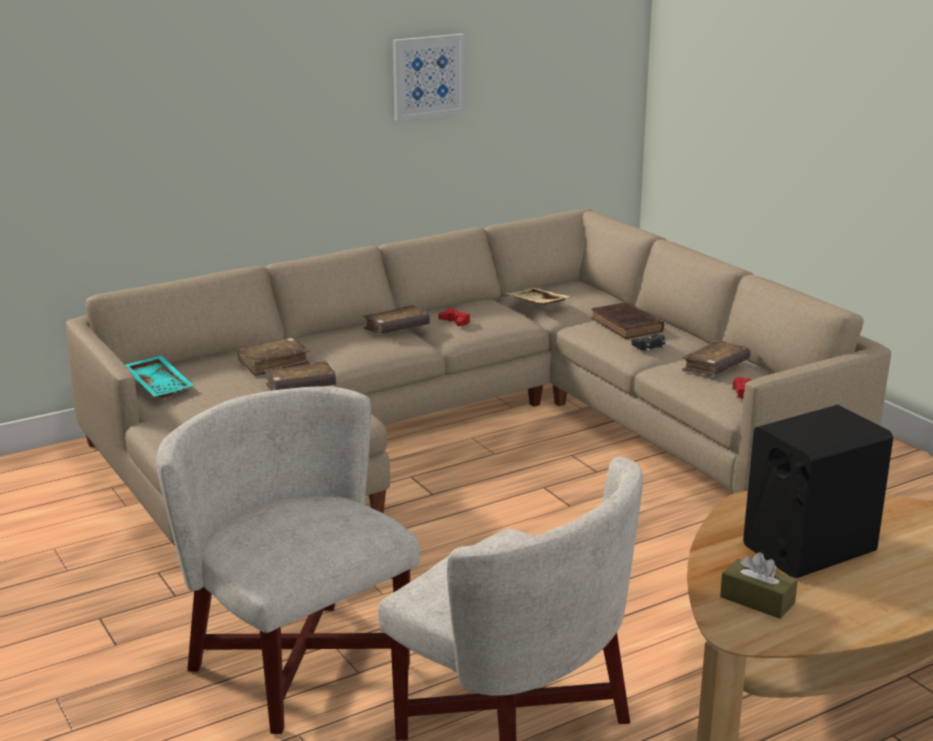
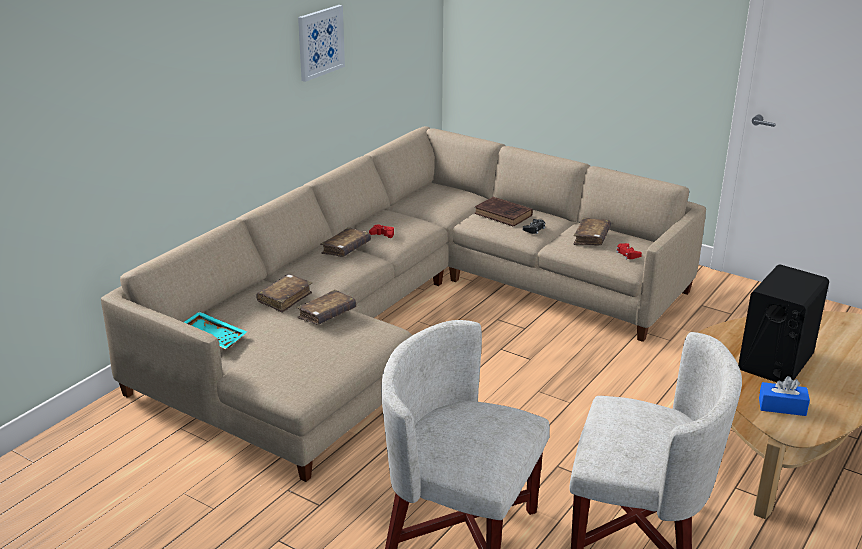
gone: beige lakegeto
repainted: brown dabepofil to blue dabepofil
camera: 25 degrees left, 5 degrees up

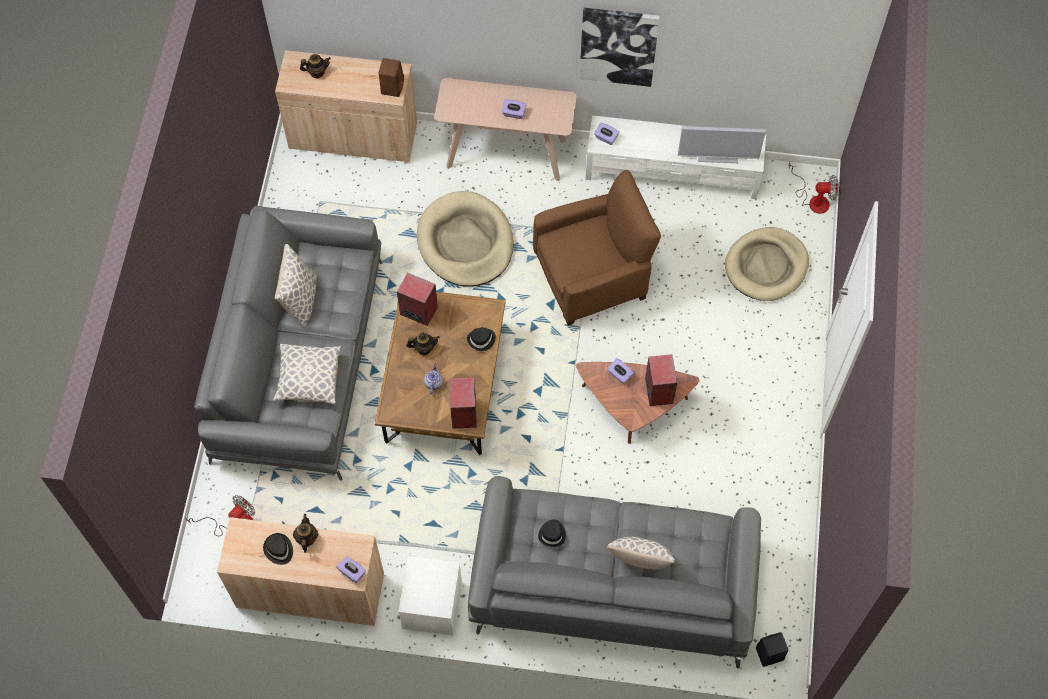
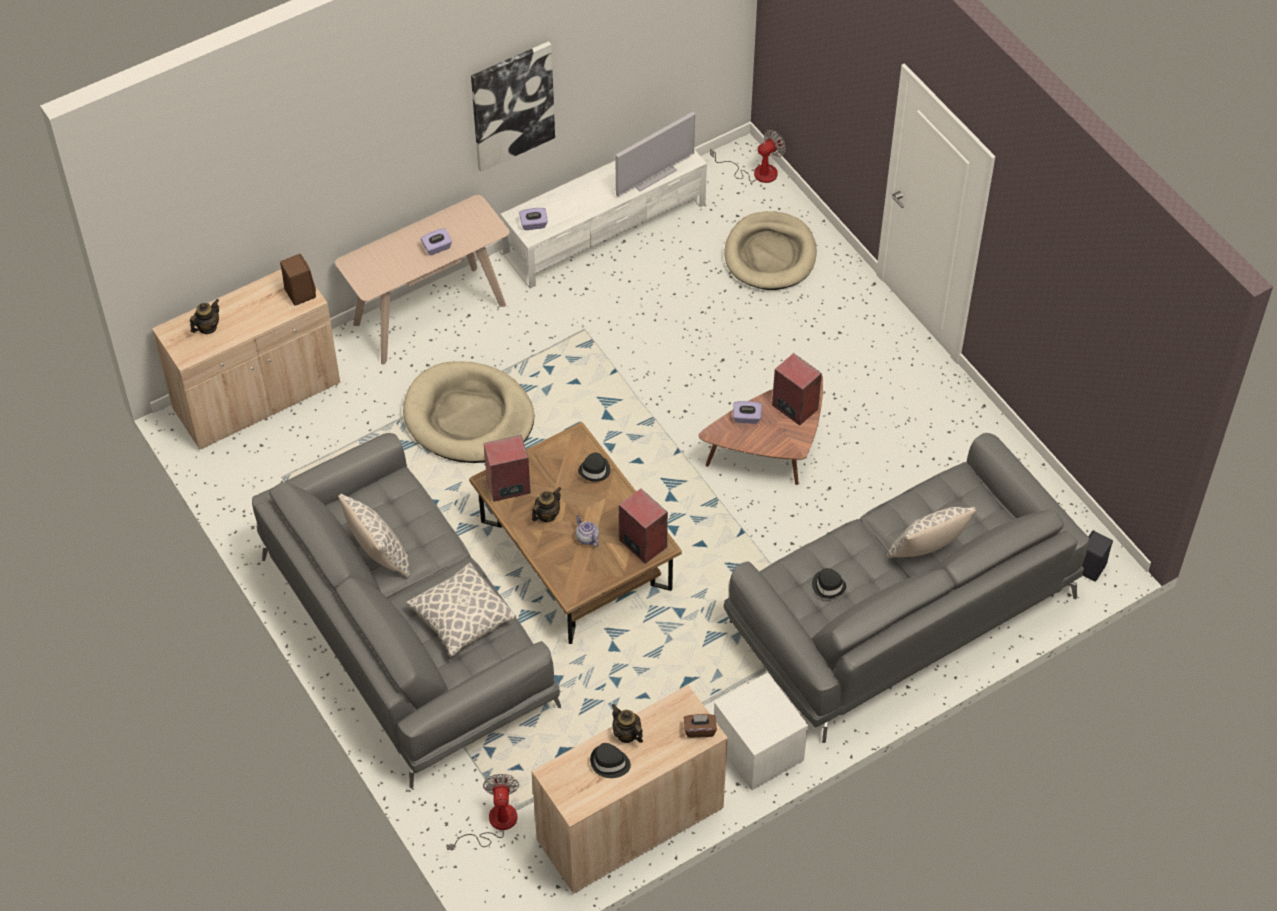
gone: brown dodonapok
repainted: purple dabepofil (no. 1 from left) to brown dabepofil
camera: 40 degrees left, 10 degrees down

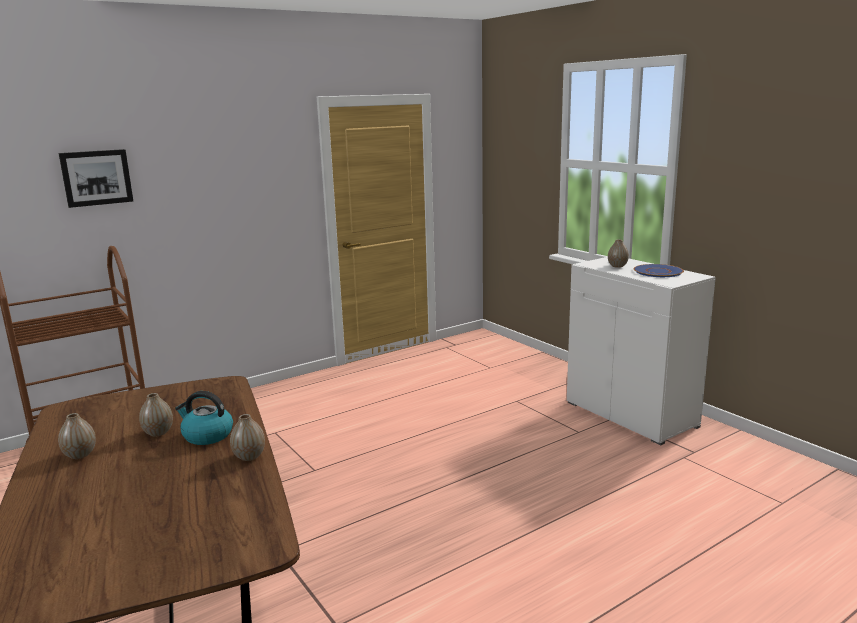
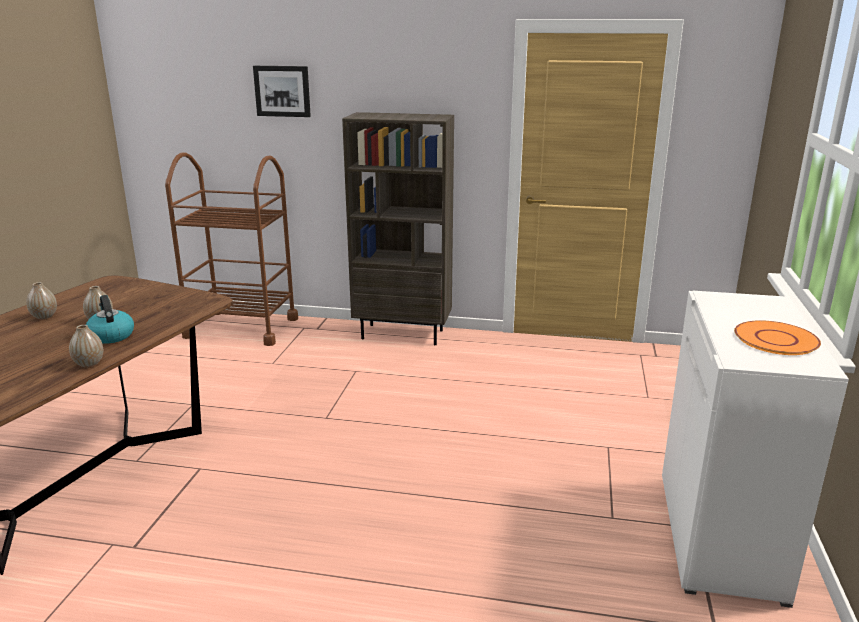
gone: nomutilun (no. 4 from left)
new: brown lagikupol
repainted: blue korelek to orange korelek
camera: 45 degrees right, 5 degrees up

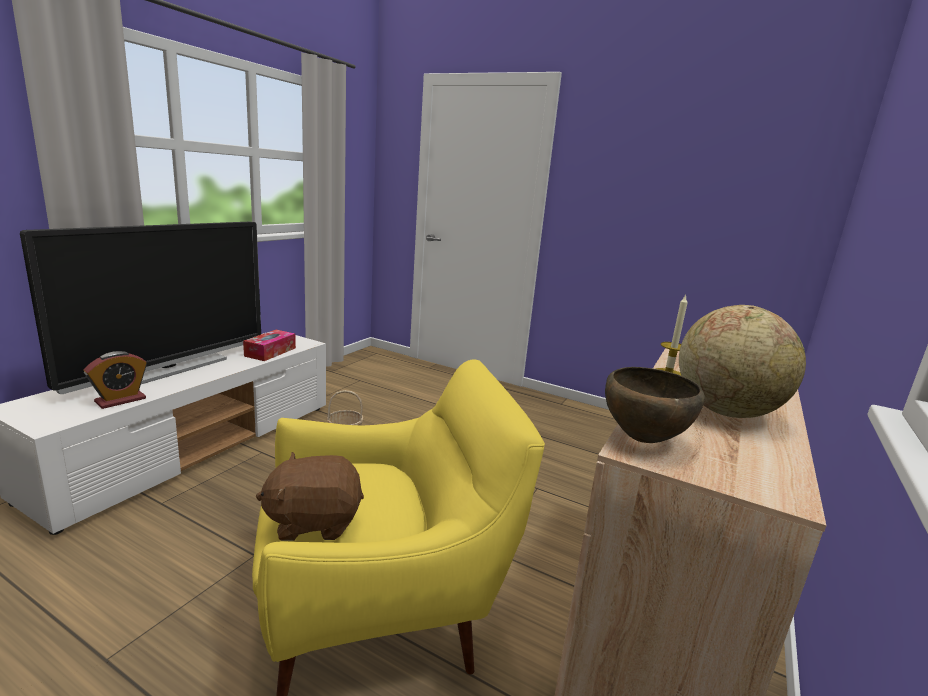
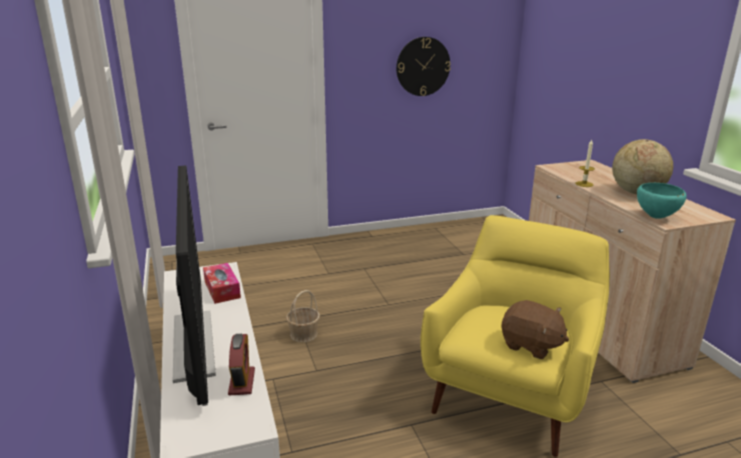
new: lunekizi
repainted: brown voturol to turquoise voturol
rotated: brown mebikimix 90 degrees counterclockwise
camera: 45 degrees left, 5 degrees up

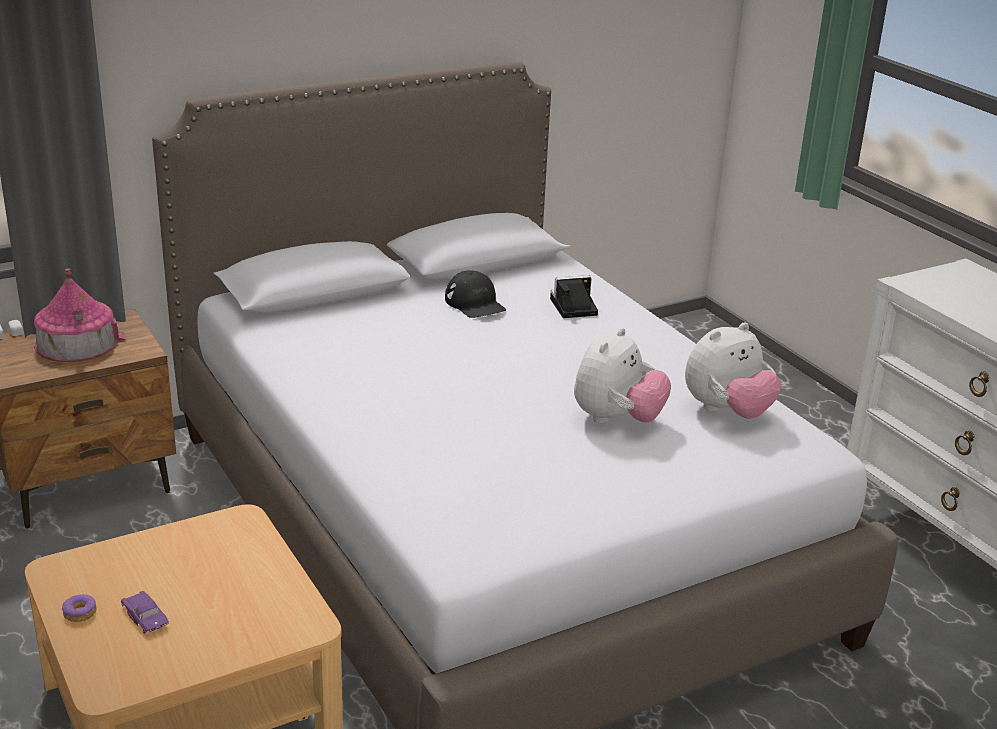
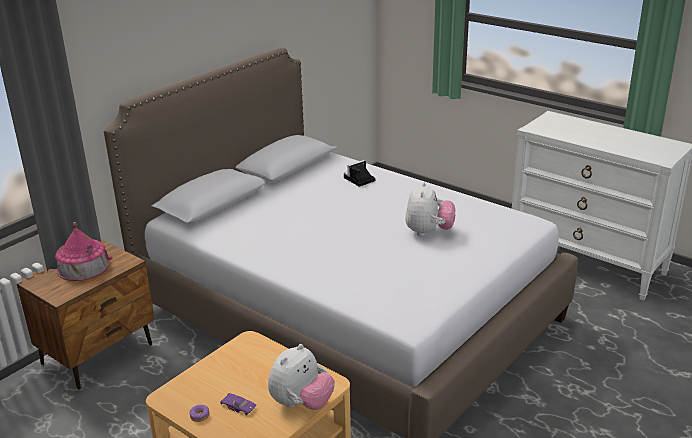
gone: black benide
shifted: mebikimix (no. 2 from left in the first image) to mebikimix (no. 1 from left)
camera: 20 degrees left, 0 degrees up

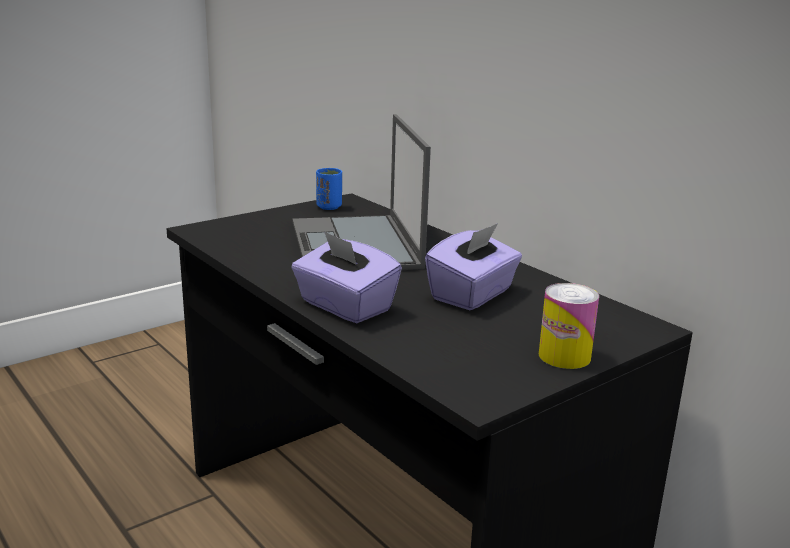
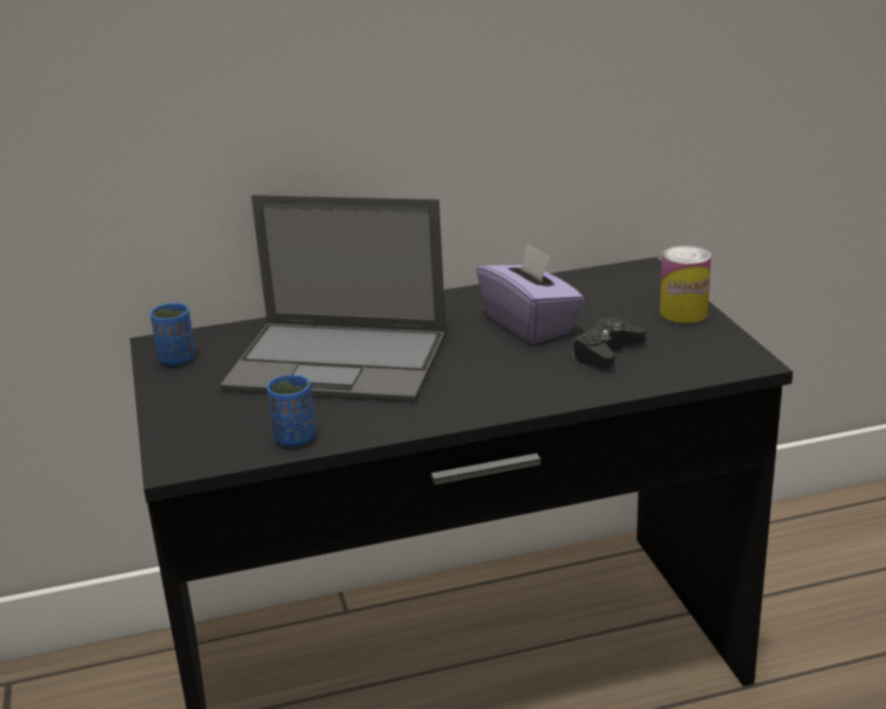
gone: purple dabepofil (no. 1 from left)
new: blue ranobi (no. 2 from left); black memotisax
camera: 65 degrees left, 5 degrees up

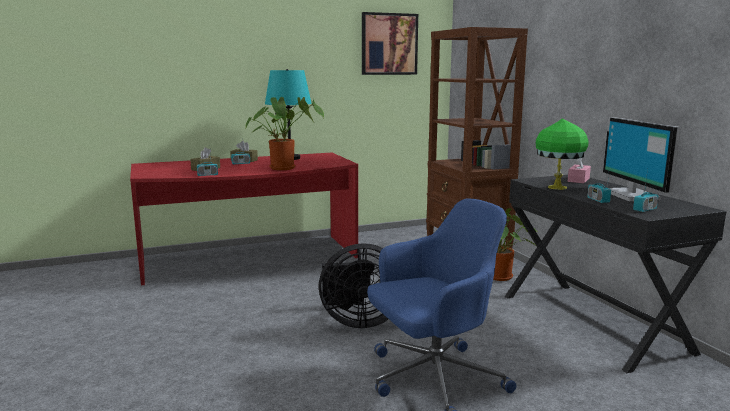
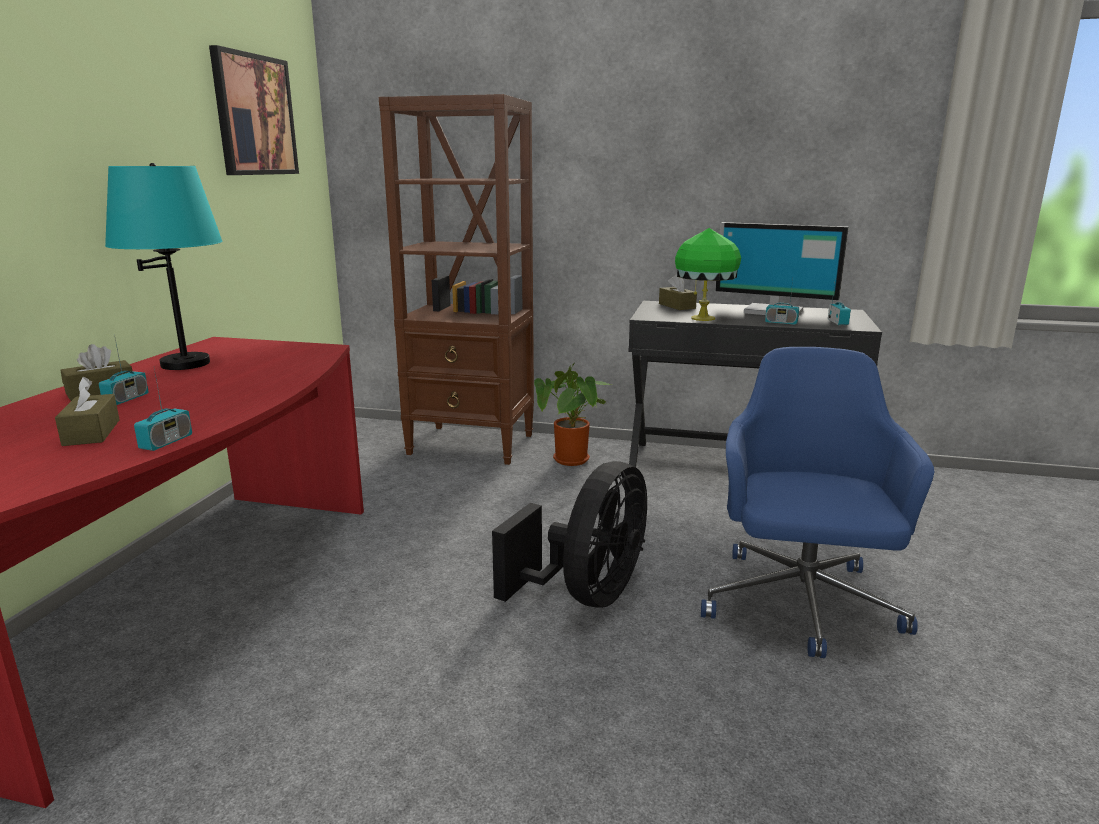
gone: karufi (no. 1 from left)
repainted: pink dabepofil to brown dabepofil (no. 3 from left)
camera: 55 degrees left, 5 degrees up

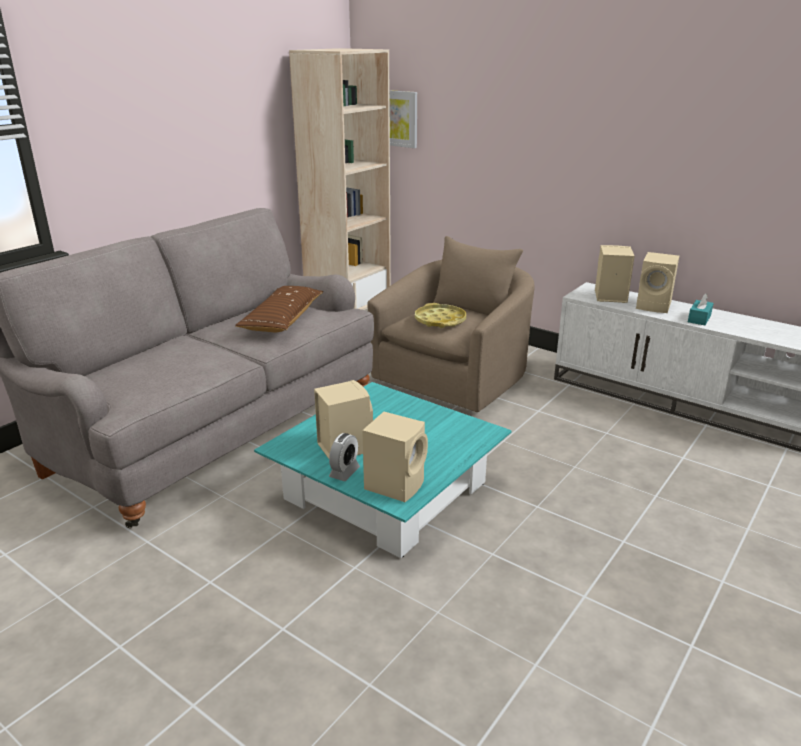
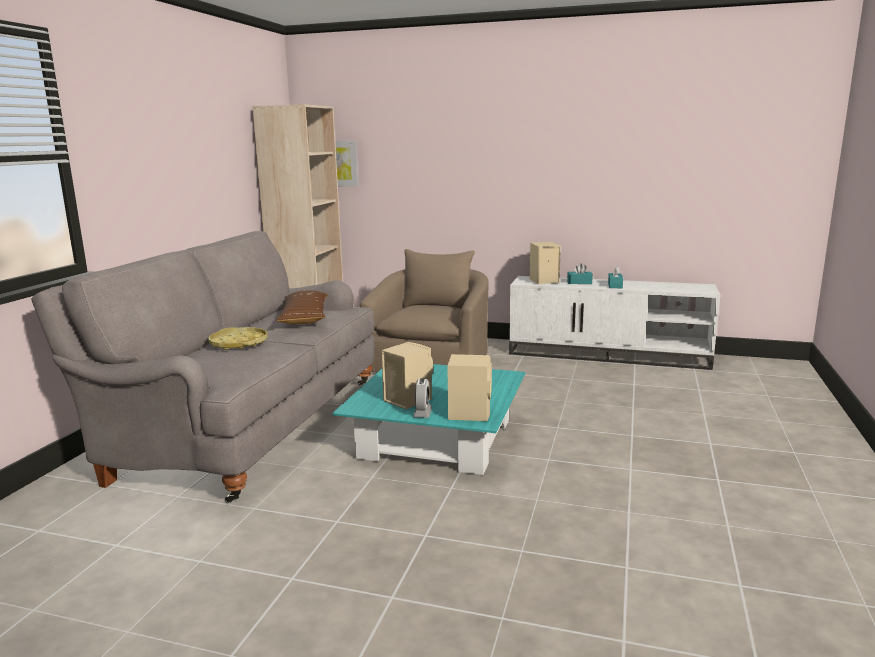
shifted: yellow lakegeto
swapped: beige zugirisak (no. 4 from left) to turquoise dabepofil (no. 1 from left)
camera: 20 degrees left, 10 degrees down

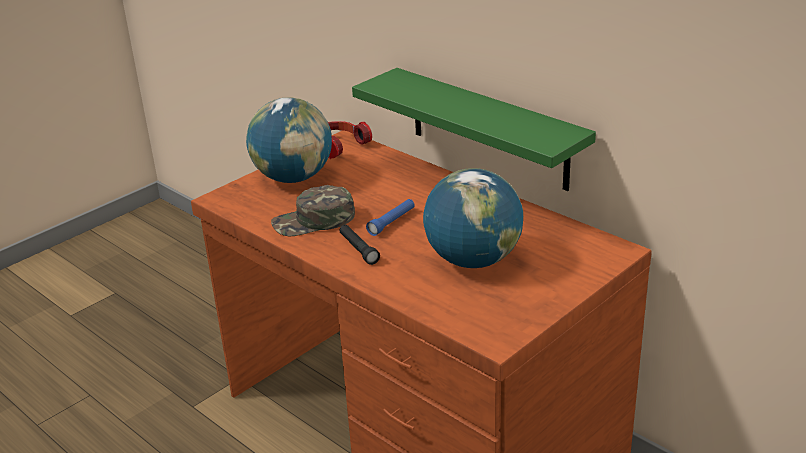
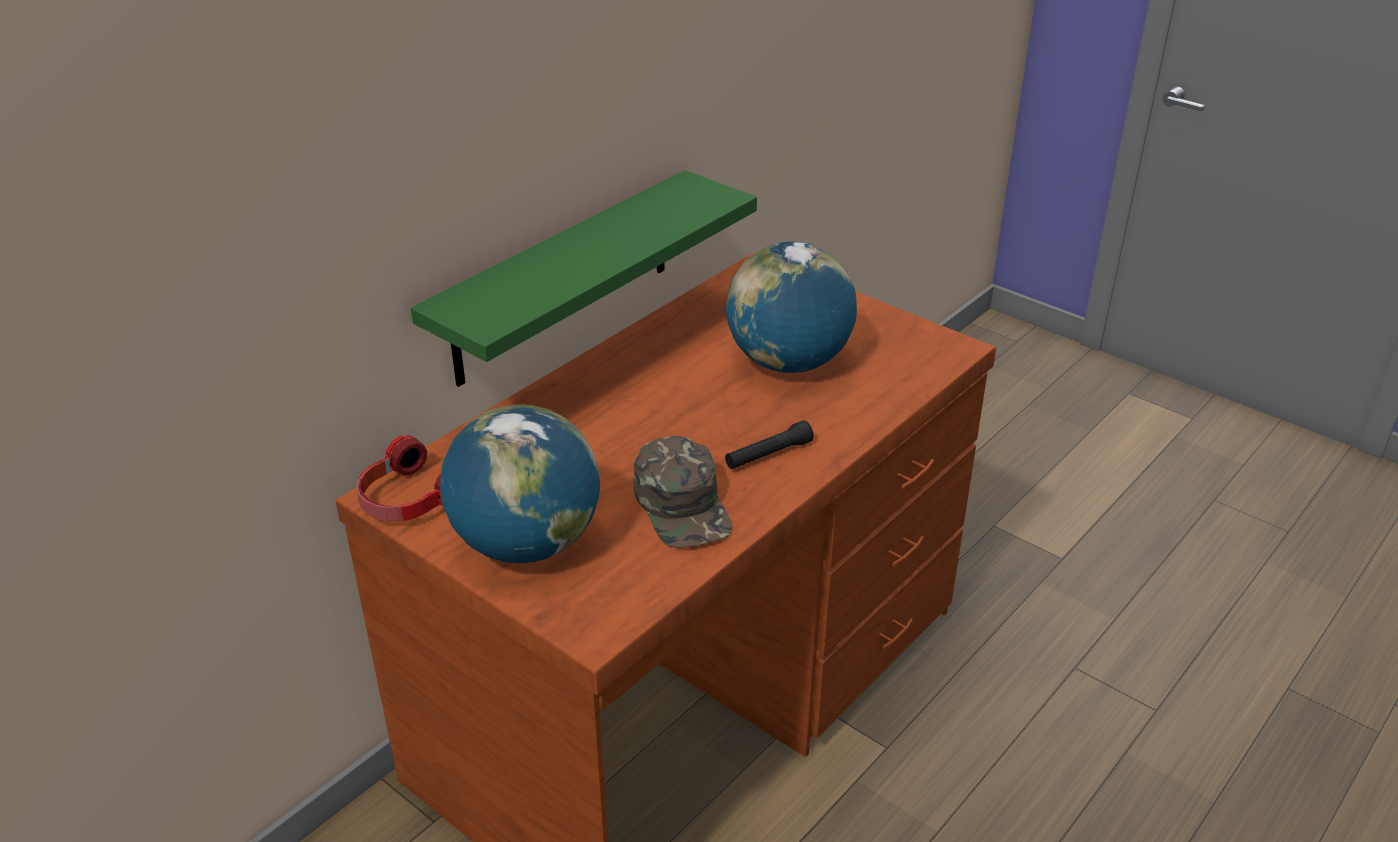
gone: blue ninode
camera: 95 degrees left, 5 degrees up

